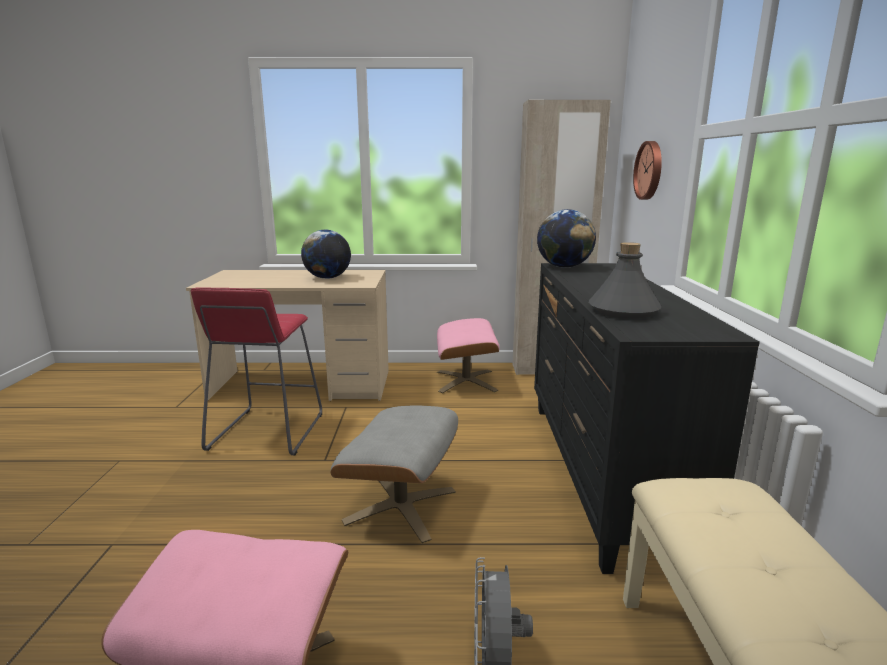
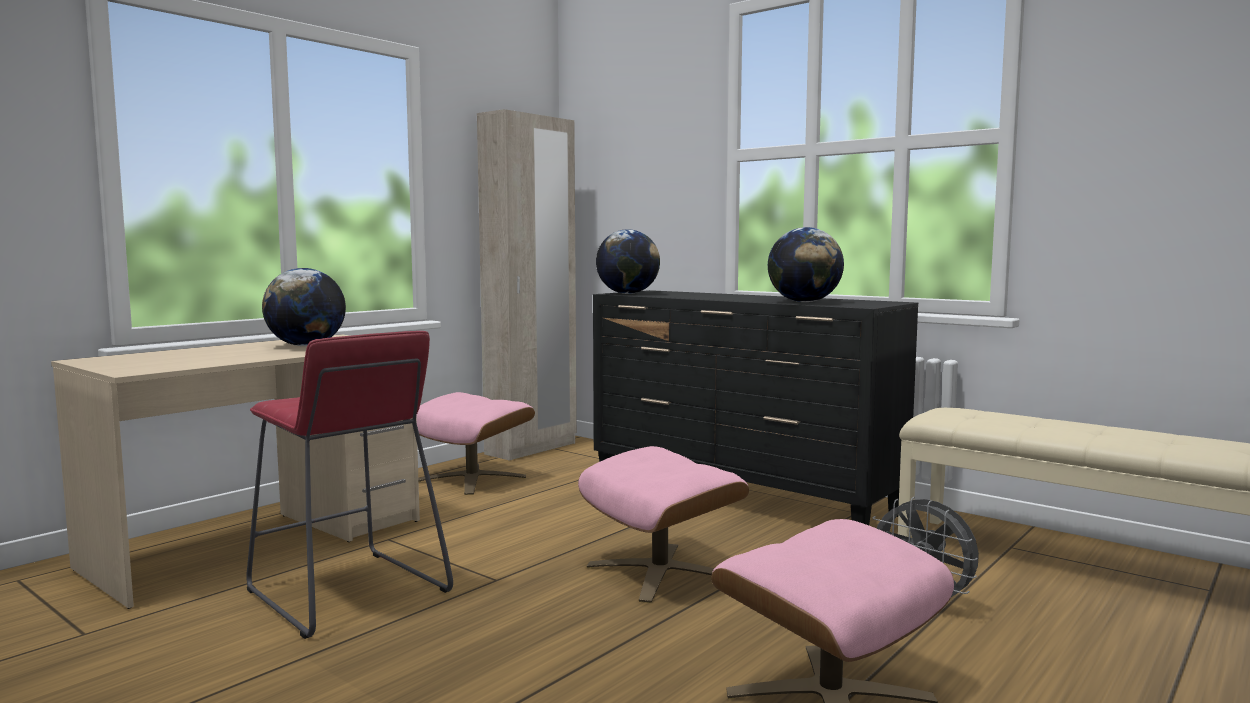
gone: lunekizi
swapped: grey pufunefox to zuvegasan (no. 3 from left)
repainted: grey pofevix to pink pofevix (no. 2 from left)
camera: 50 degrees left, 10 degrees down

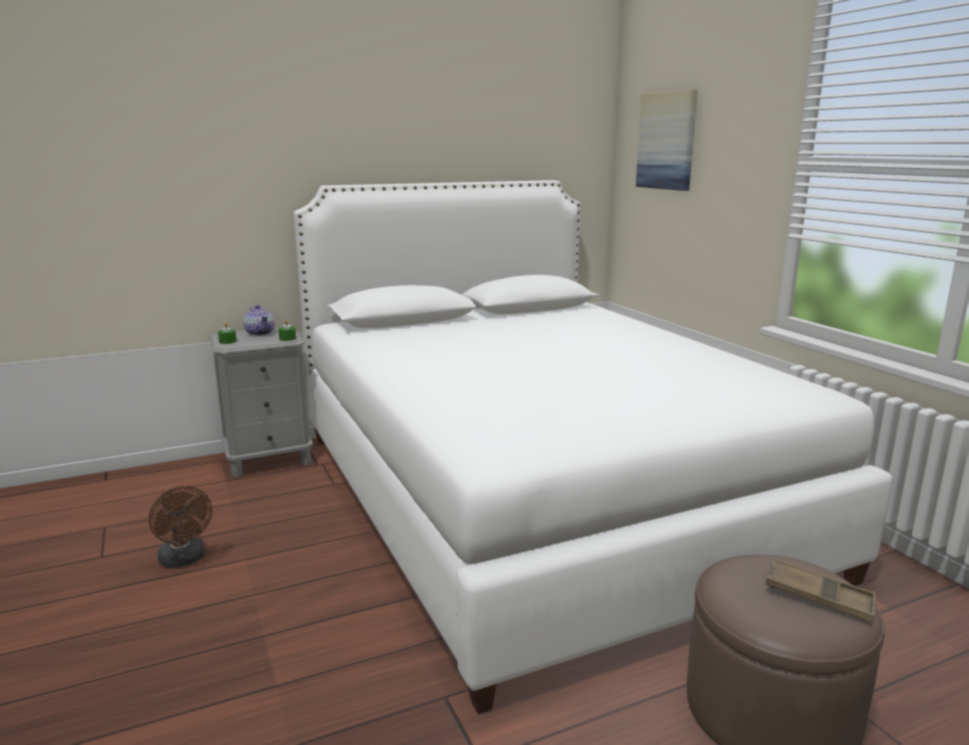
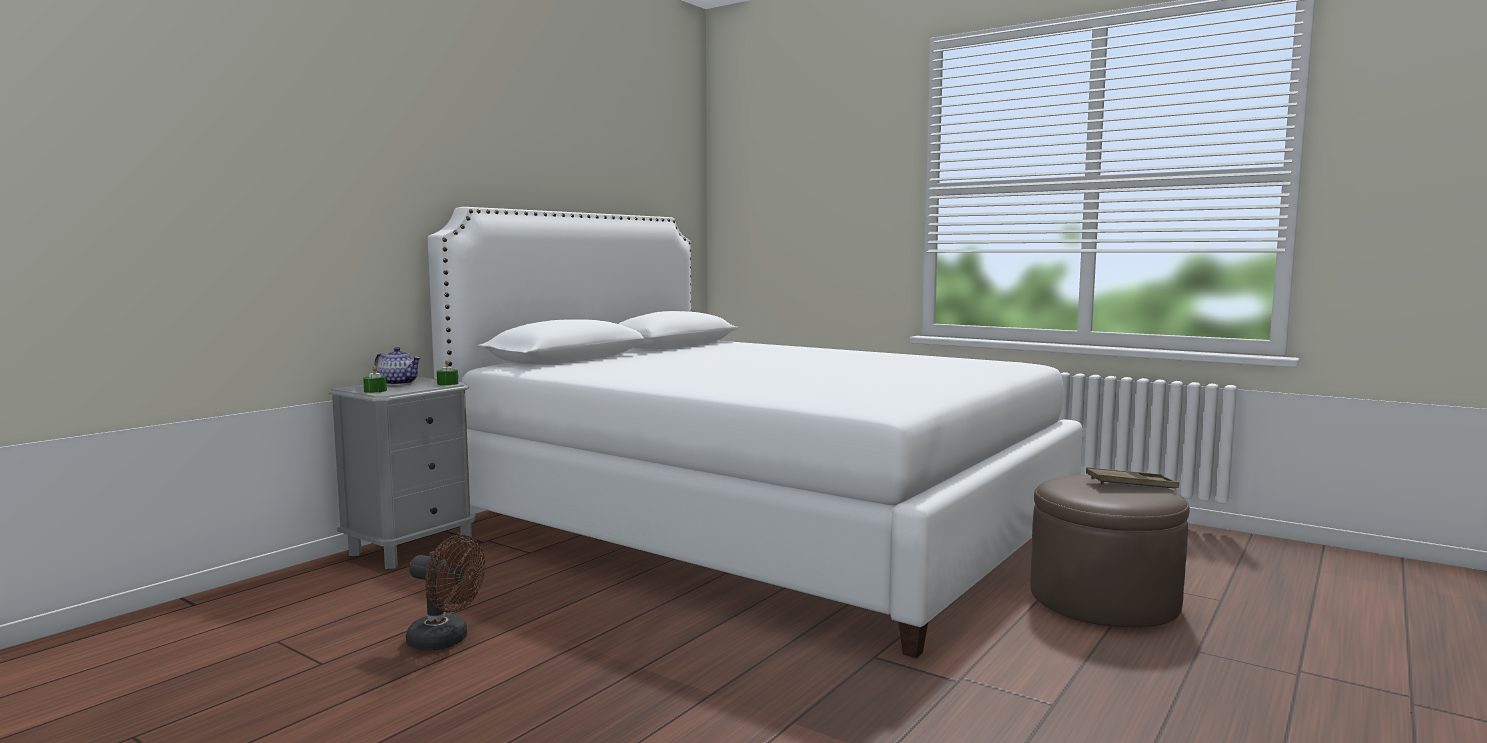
gone: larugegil
camera: 30 degrees left, 10 degrees down

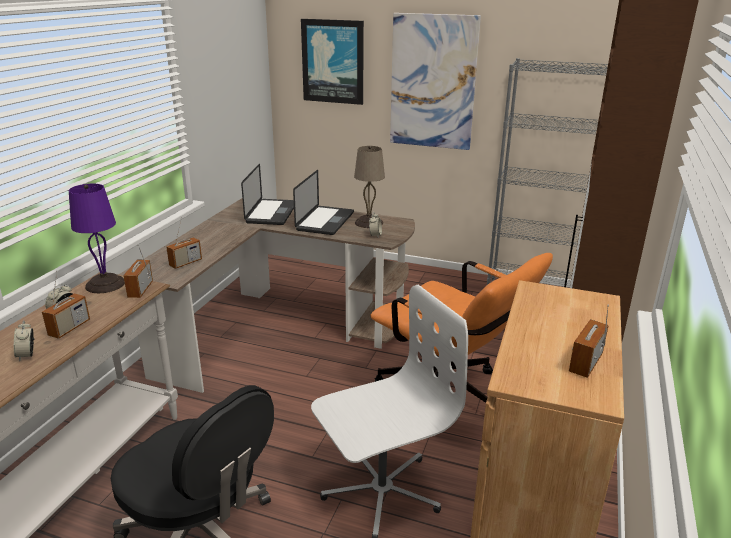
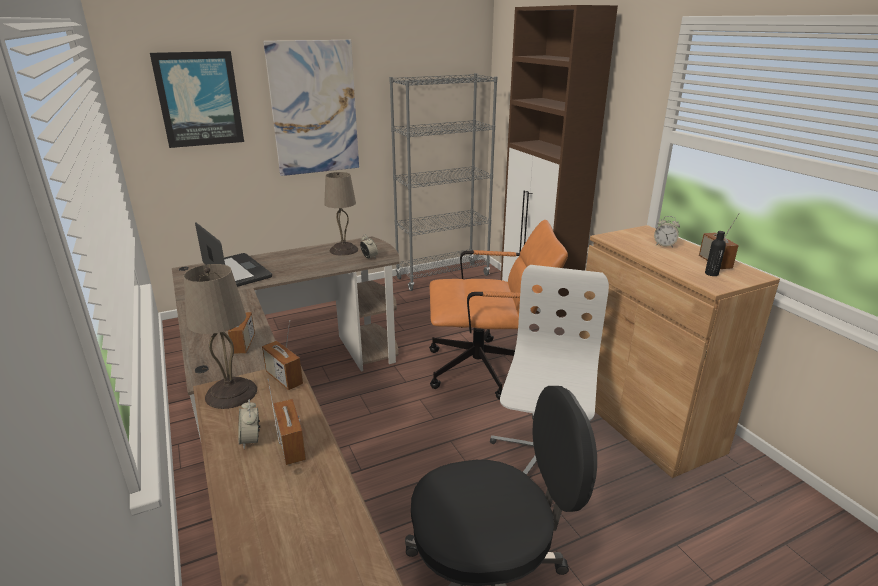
gone: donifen (no. 2 from left)
new: black pufunefox
shifted: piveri (no. 1 from left in the first image) to piveri (no. 3 from left)
repainted: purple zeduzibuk to beige zeduzibuk (no. 1 from left)
camera: 45 degrees left, 0 degrees up

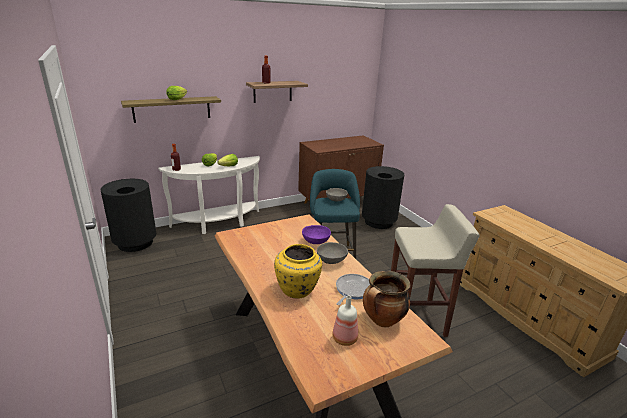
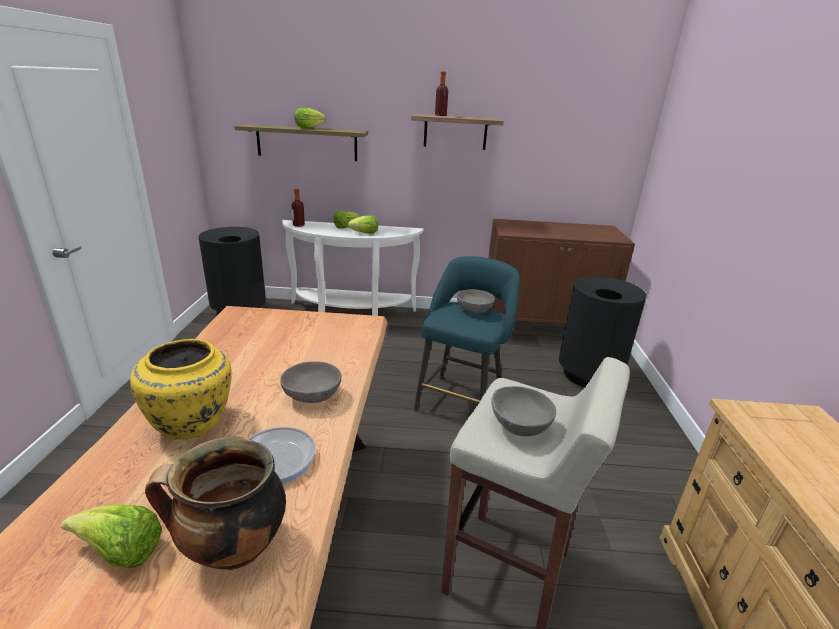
gone: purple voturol
new: grey voturol (no. 3 from left)
swapped: pufunefox (no. 3 from left) to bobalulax (no. 1 from left)
camera: 30 degrees right, 0 degrees up

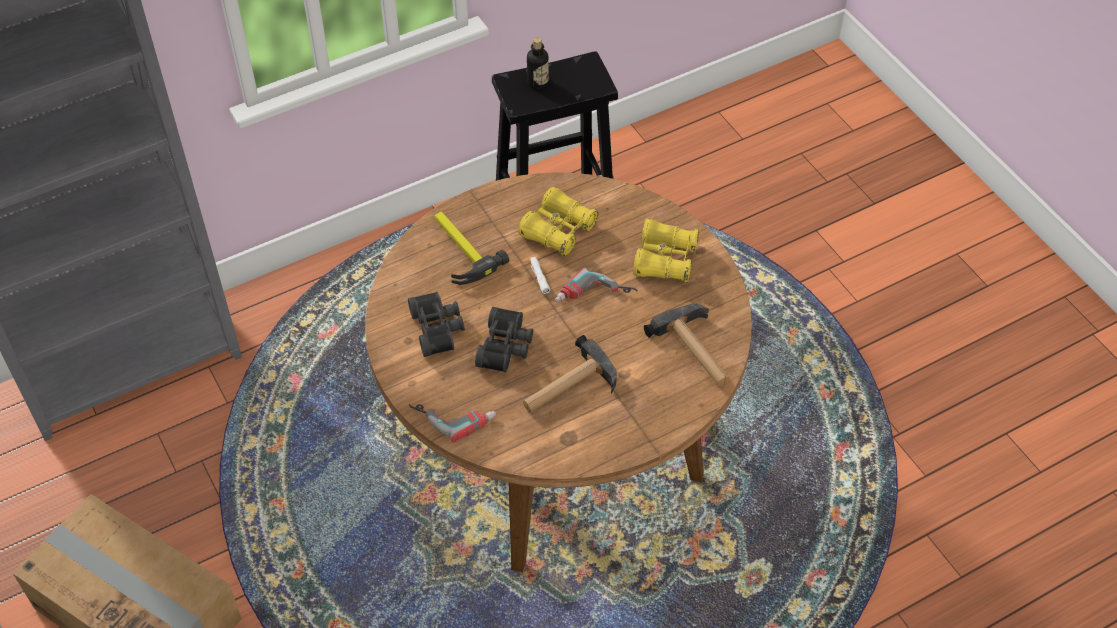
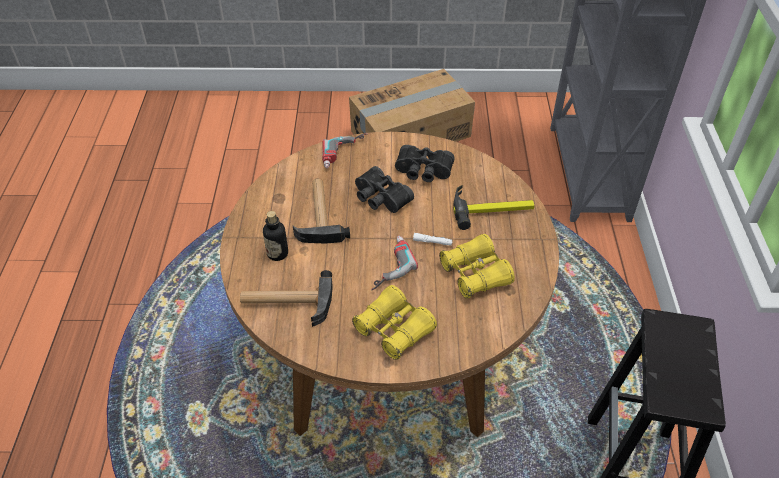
shifted: pufunefox
camera: 120 degrees right, 5 degrees down

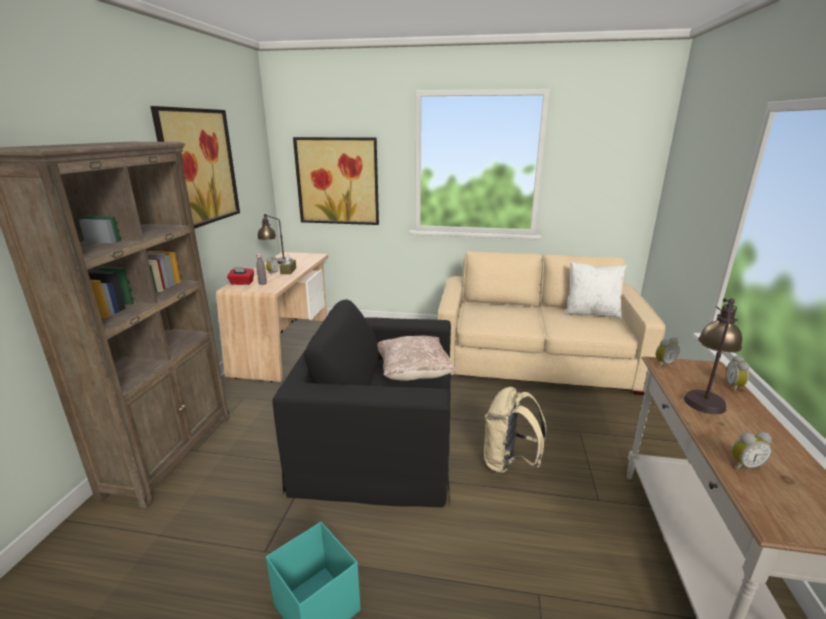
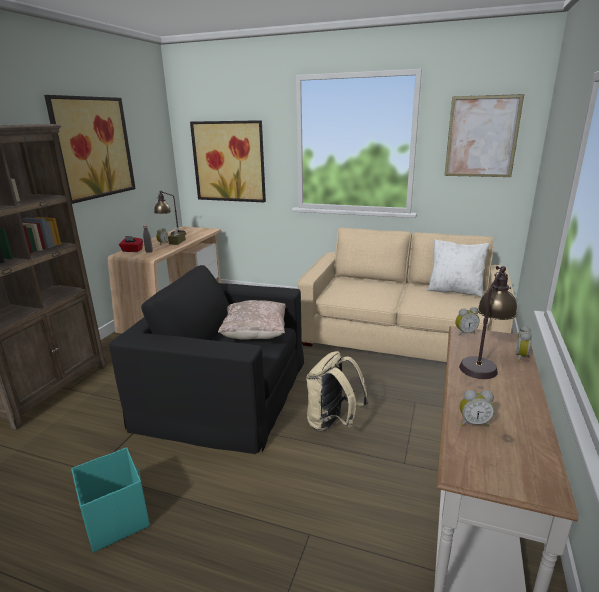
new: larugegil (no. 3 from left)
camera: 10 degrees right, 0 degrees up

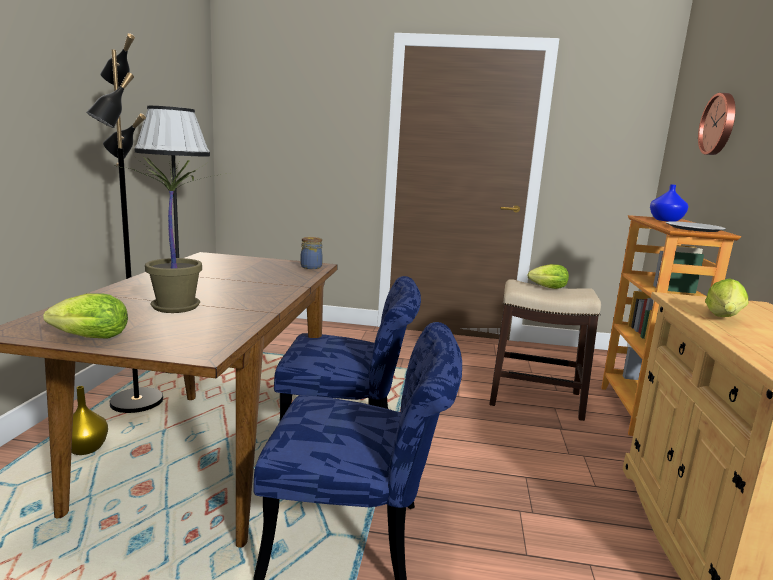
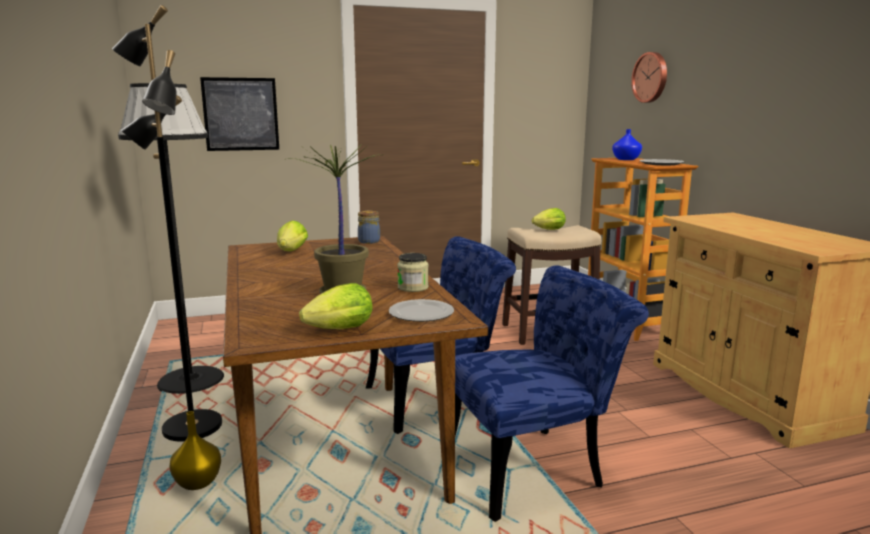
new: larugegil; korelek (no. 1 from left); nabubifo (no. 2 from left)
shifted: bobalulax (no. 3 from left in the first image) to bobalulax (no. 1 from left)
camera: 25 degrees left, 0 degrees up

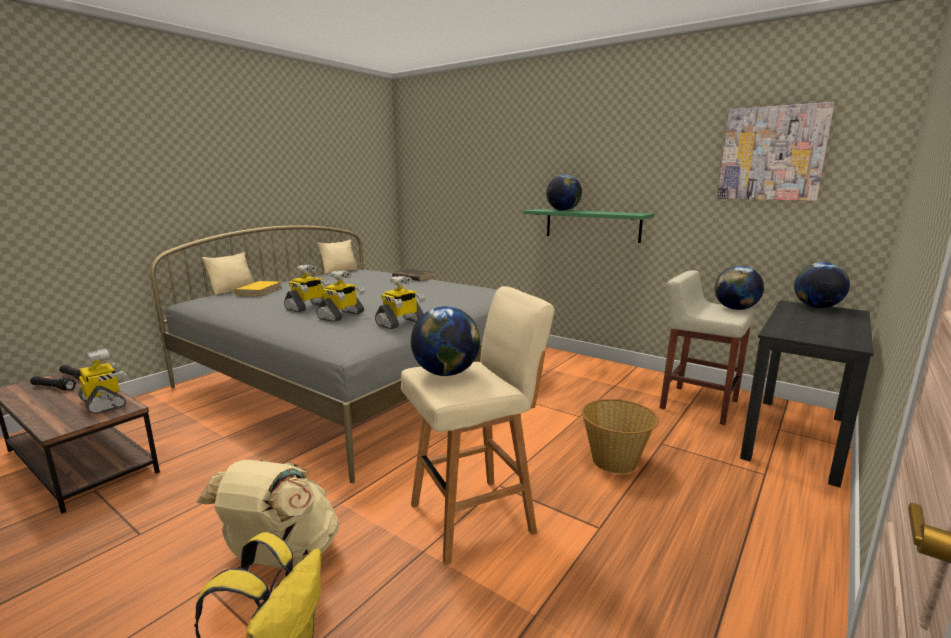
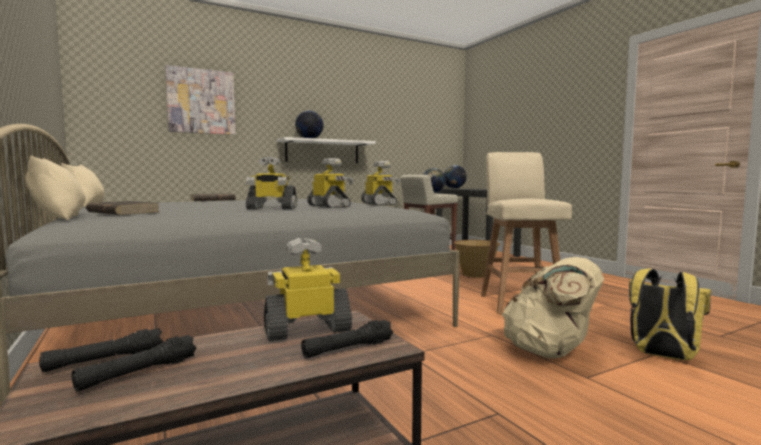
gone: zuvegasan (no. 1 from left)
new: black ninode (no. 3 from left)
shifted: larugegil
repainted: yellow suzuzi to brown suzuzi (no. 1 from left); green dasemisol to white dasemisol
rotated: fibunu (no. 2 from left in the first image) 120 degrees clockwise
camera: 65 degrees left, 10 degrees down

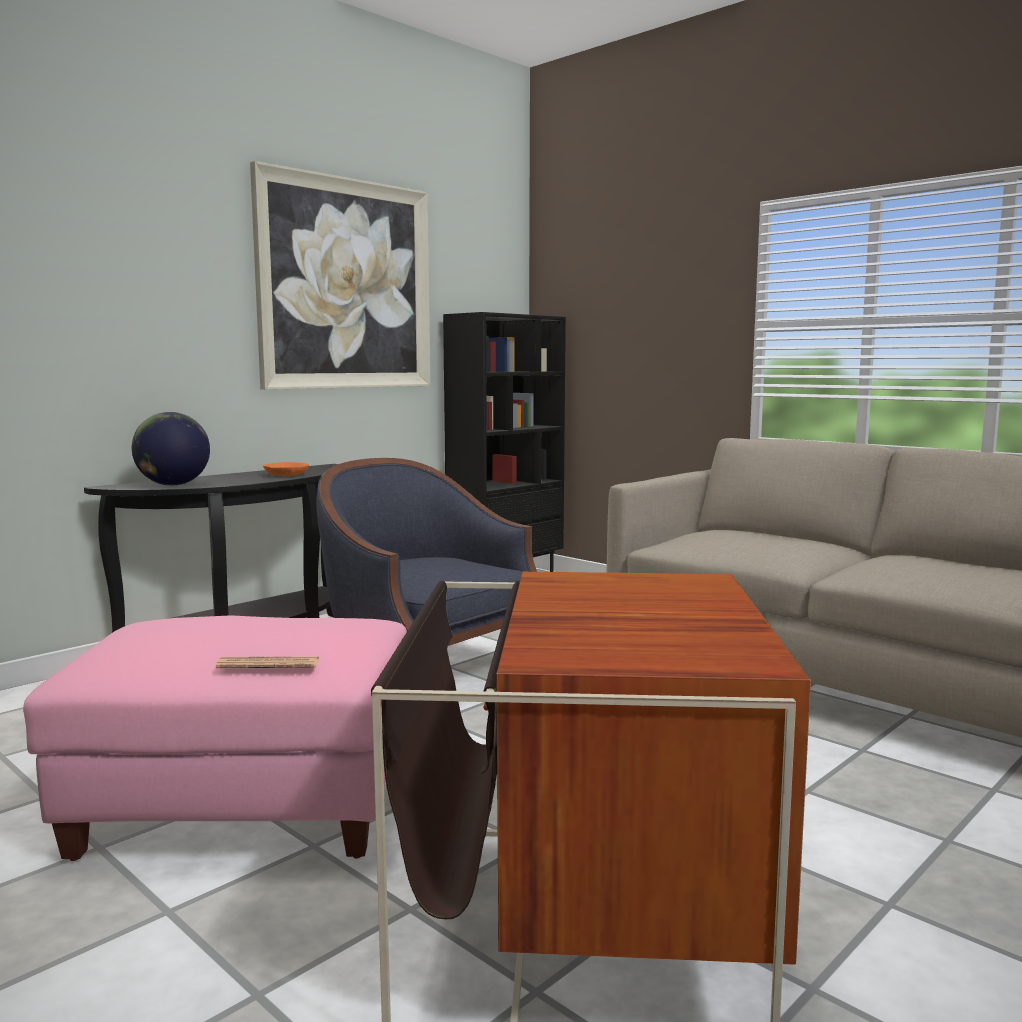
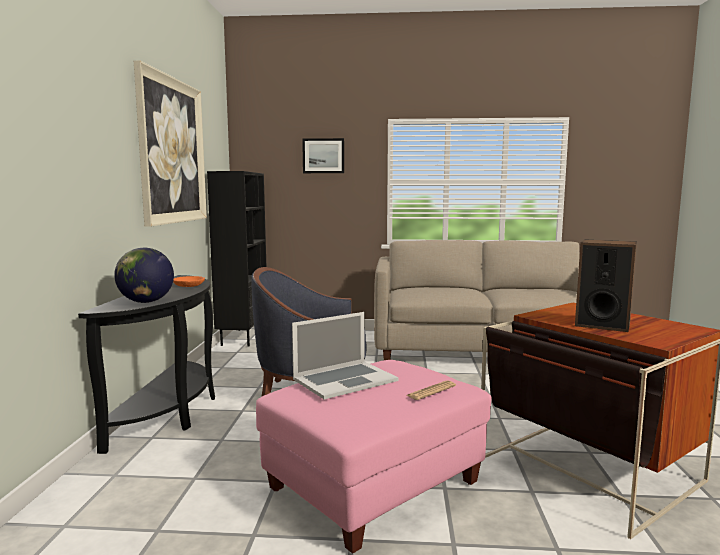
new: donifen; larugegil (no. 2 from left); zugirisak
camera: 40 degrees left, 0 degrees up

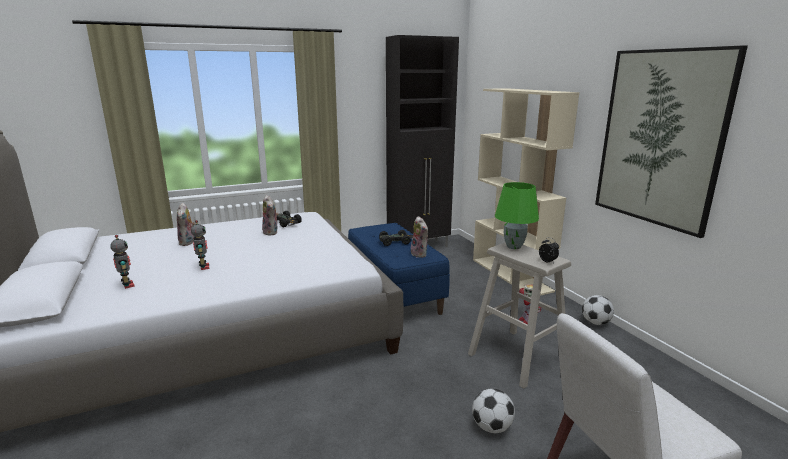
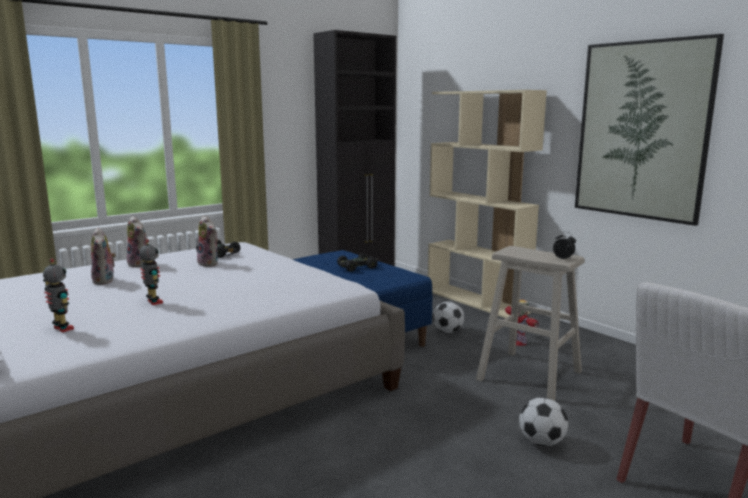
gone: green zeduzibuk
shifted: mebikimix (no. 3 from left in the first image) to mebikimix (no. 2 from left); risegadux (no. 2 from left in the first image) to risegadux (no. 1 from left)
camera: 15 degrees left, 5 degrees down

